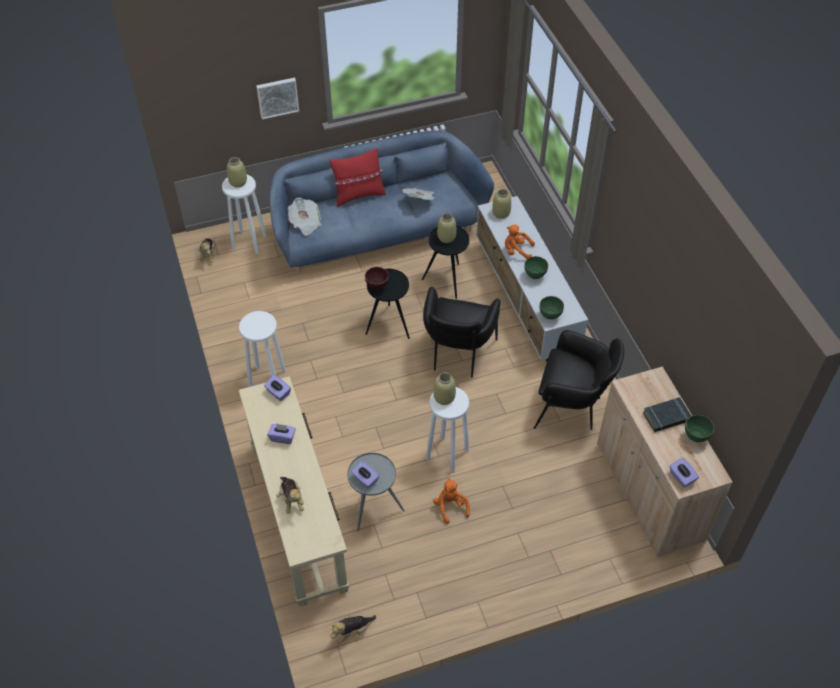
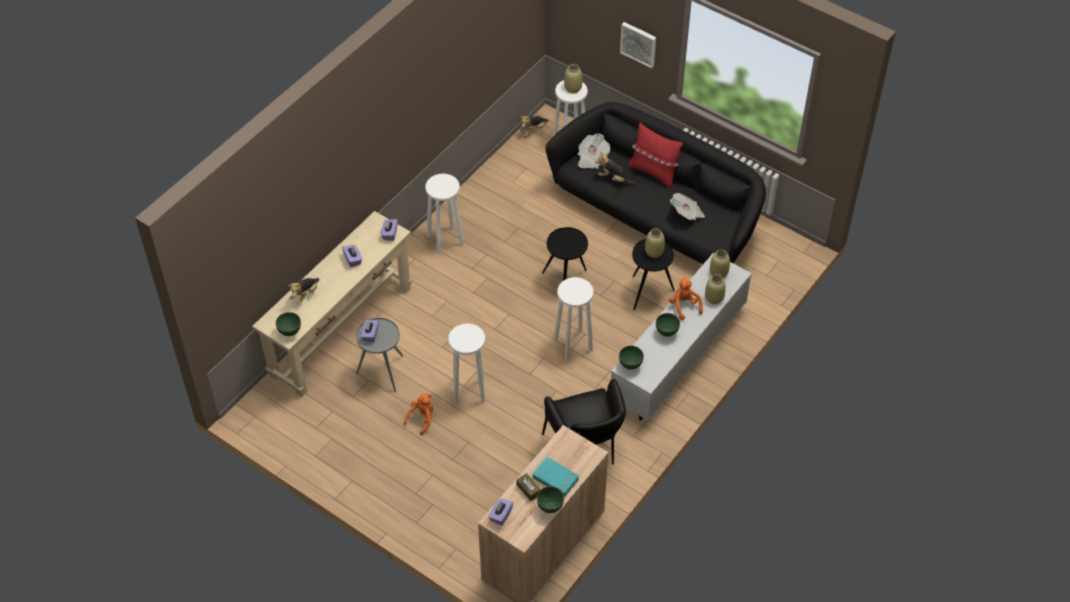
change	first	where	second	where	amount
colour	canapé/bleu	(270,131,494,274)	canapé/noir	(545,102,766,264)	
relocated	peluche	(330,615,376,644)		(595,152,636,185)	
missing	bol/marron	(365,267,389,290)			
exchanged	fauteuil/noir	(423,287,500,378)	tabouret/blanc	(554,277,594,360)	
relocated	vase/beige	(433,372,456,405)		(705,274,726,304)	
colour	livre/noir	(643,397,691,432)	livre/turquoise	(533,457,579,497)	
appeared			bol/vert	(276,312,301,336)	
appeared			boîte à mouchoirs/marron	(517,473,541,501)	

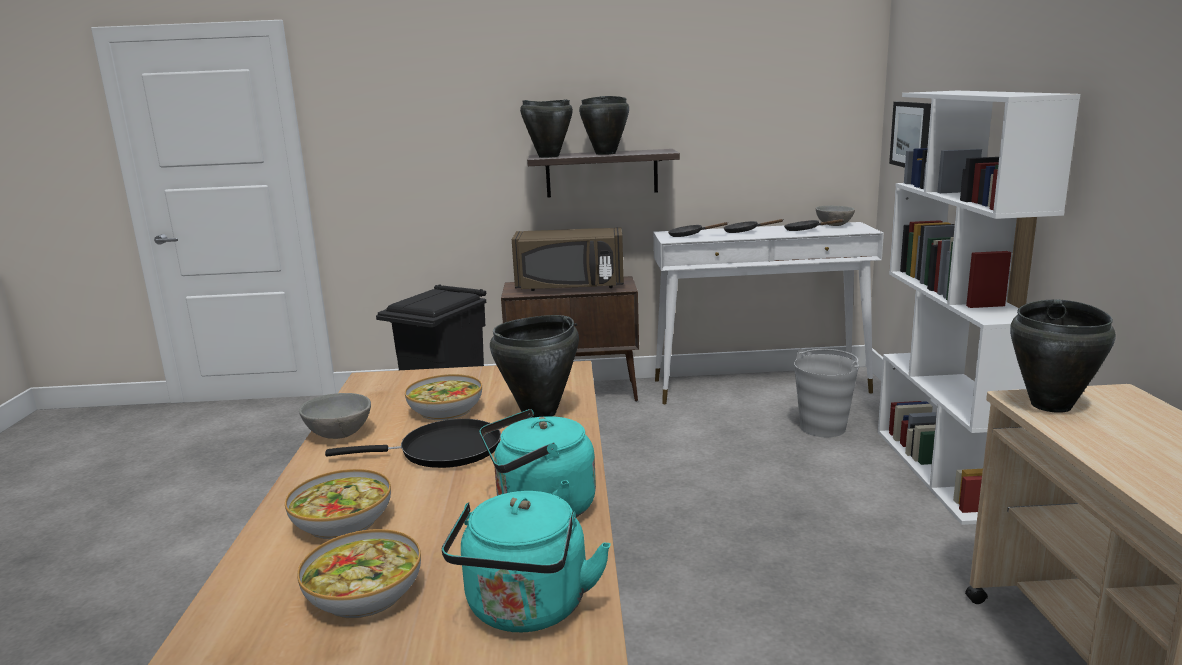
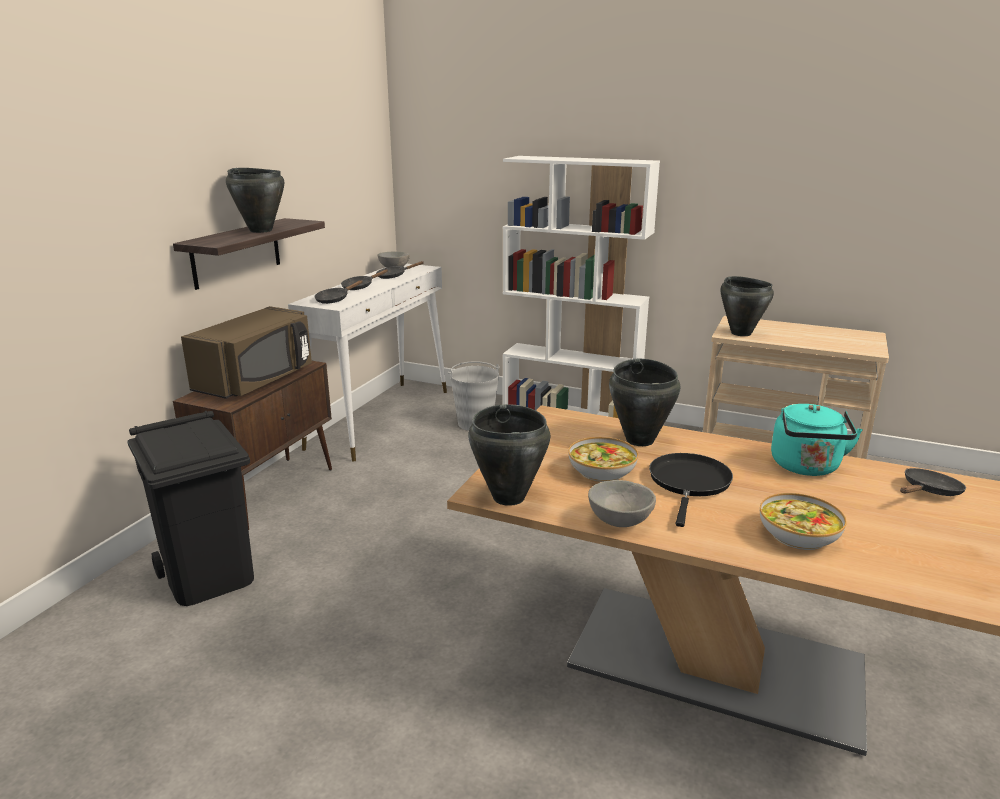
change	first	where	second	where	amount
missing	bol	(297,529,421,618)			
exchanged	bouilloire/turquoise	(442,491,611,632)	poêle/noir	(900,468,966,496)	
relocated	marmite/noir	(520,100,573,158)		(468,404,550,506)	
missing	tableau	(889,102,931,168)			

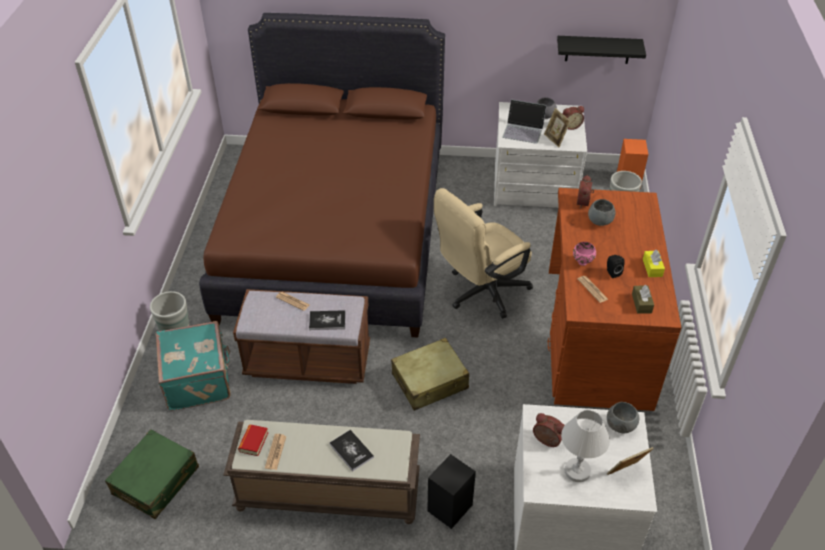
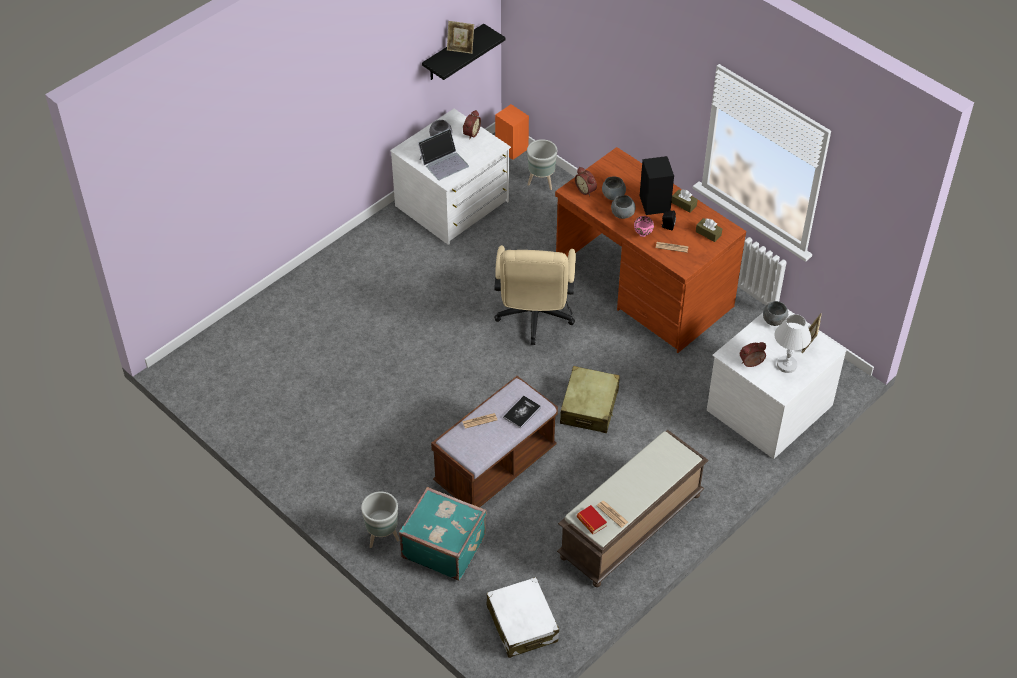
change	first	where	second	where	amount
colour	valise/vert	(105,429,199,519)	valise/blanc	(487,577,559,658)	
missing	lit/marron	(199,13,445,338)			
missing	livre	(330,430,374,471)			
relocated	enceinte/noir	(427,454,476,529)		(640,156,674,215)	
relocated	cadre photo	(544,108,571,147)		(447,21,474,54)	
colour	boîte à mouchoirs/jaune	(643,250,665,277)	boîte à mouchoirs/marron	(671,189,698,212)	
appeared			bol/gris	(611,195,636,219)	

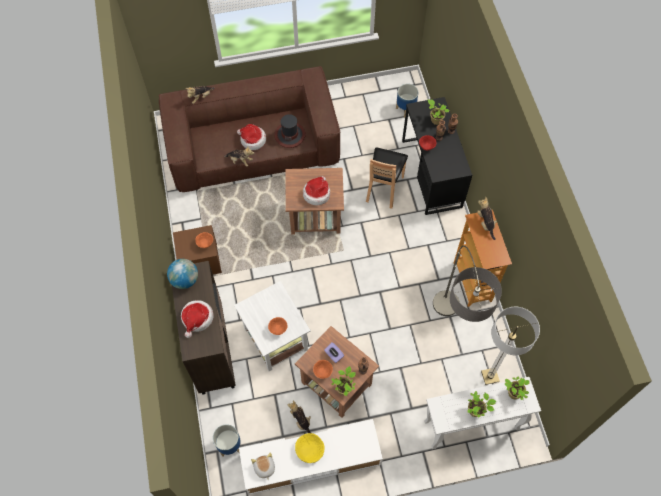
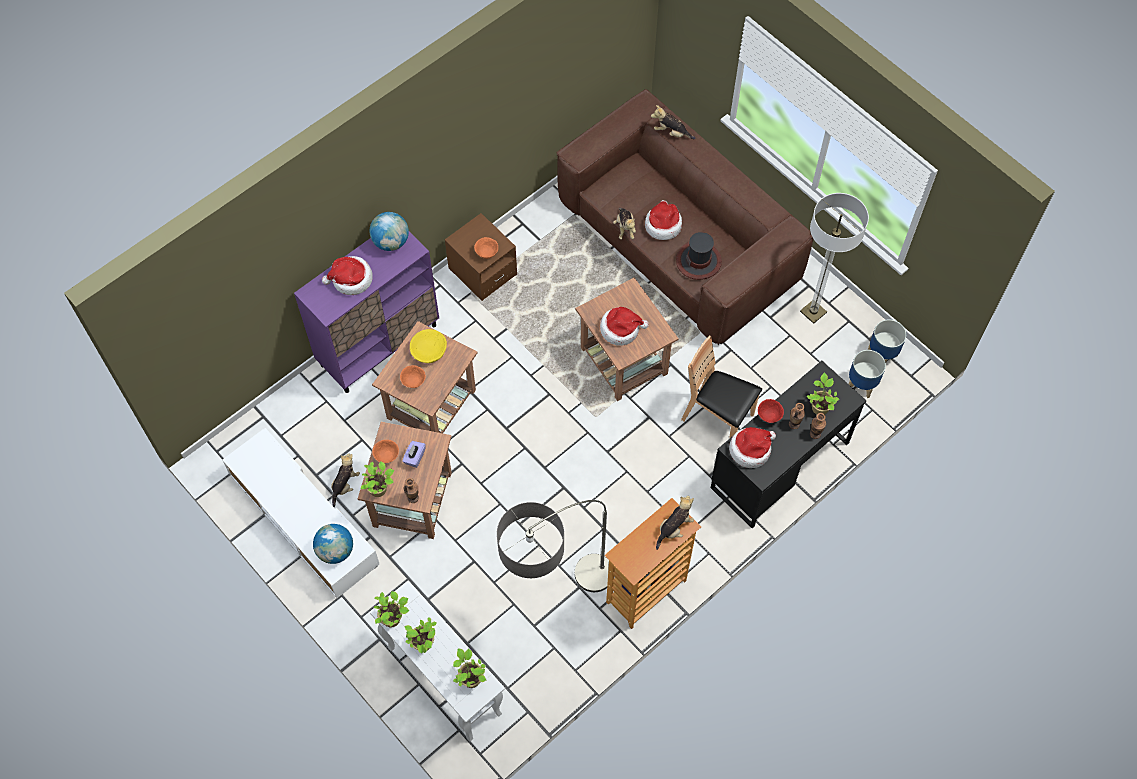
change	first	where	second	where	amount
colour	meuble de rangement/marron	(172,261,236,395)	meuble de rangement/violet	(294,232,439,393)	
relocated	cache-pot	(213,424,241,456)		(868,319,906,362)	
colour	table d'appoint/blanc	(234,281,311,371)	table d'appoint/marron	(372,321,478,433)	
missing	peluche	(251,452,275,481)			
relocated	bol/jaune	(295,433,325,463)		(410,329,447,363)	
spun	chaise/marron	(366,148,408,208)		(681,335,762,439)	45 degrees clockwise
relocated	lampadaire	(481,307,540,385)		(800,193,869,324)	
appeared			globe	(313,524,353,564)	
appeared			plante en pot	(374,591,409,627)	
appeared			chapeau	(729,427,776,468)	

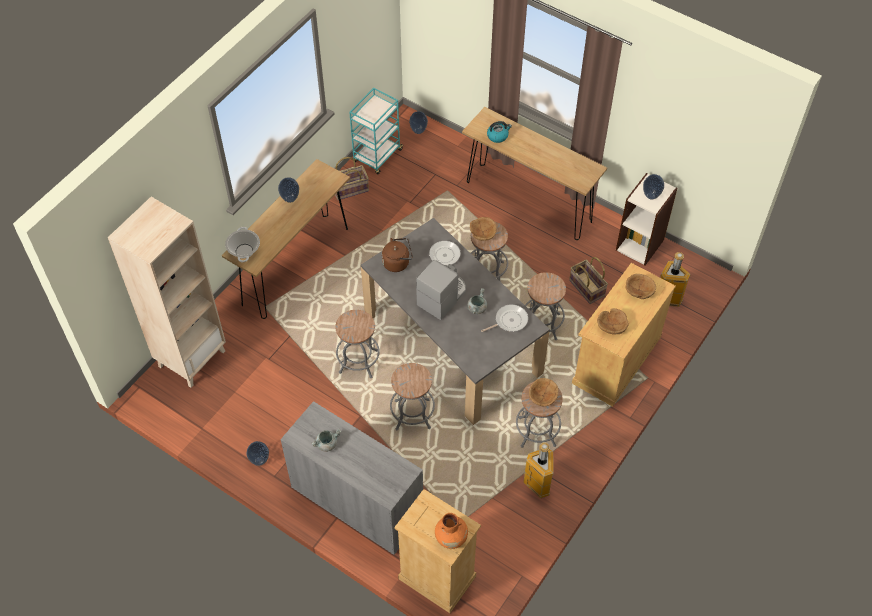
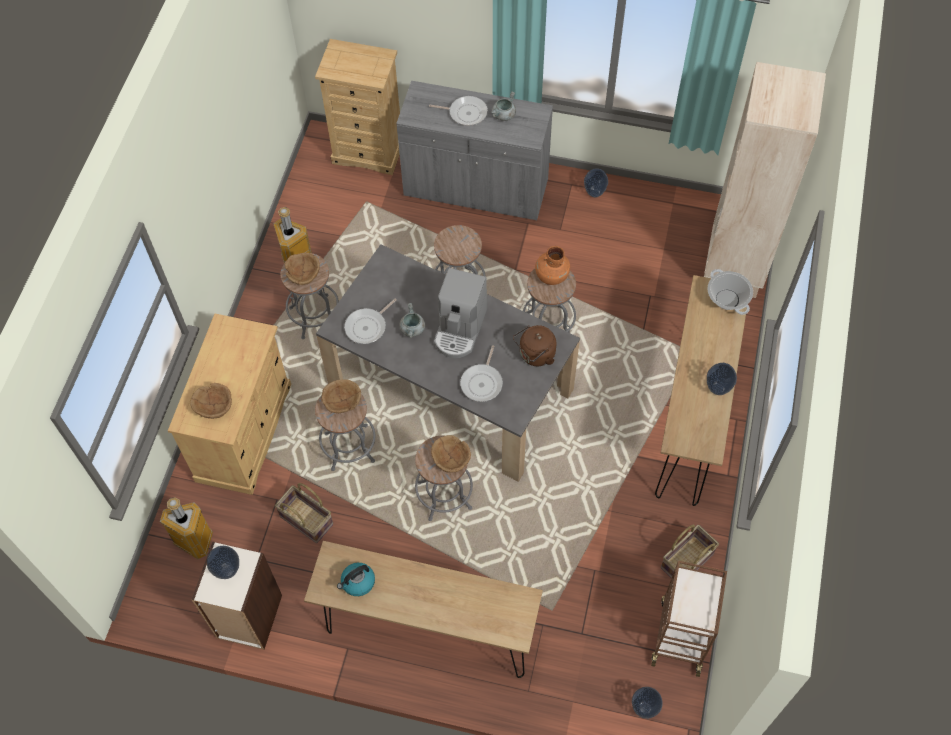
change	first	where	second	where	amount
colour	chariot/turquoise	(349,88,404,174)	chariot/marron	(651,561,727,677)	
relocated	vase/orange	(435,513,468,549)		(535,246,570,285)	
relocated	bouilloire	(487,121,512,143)		(337,563,375,596)	
relocated	bol/marron	(597,308,629,335)		(321,379,361,413)	
appeared			poêle	(429,96,488,126)	

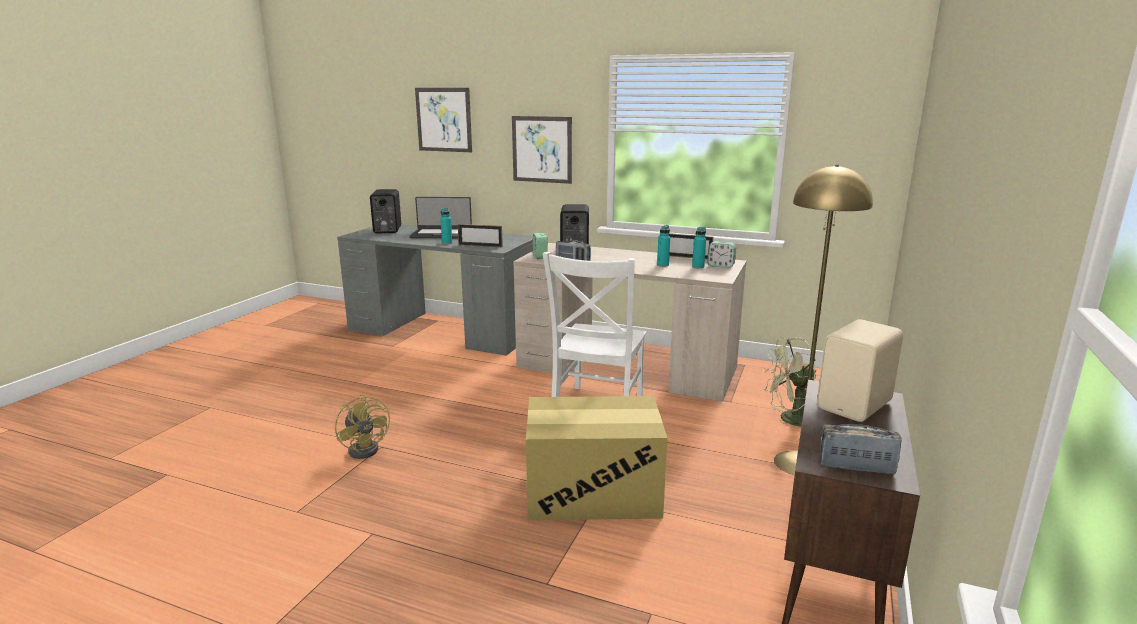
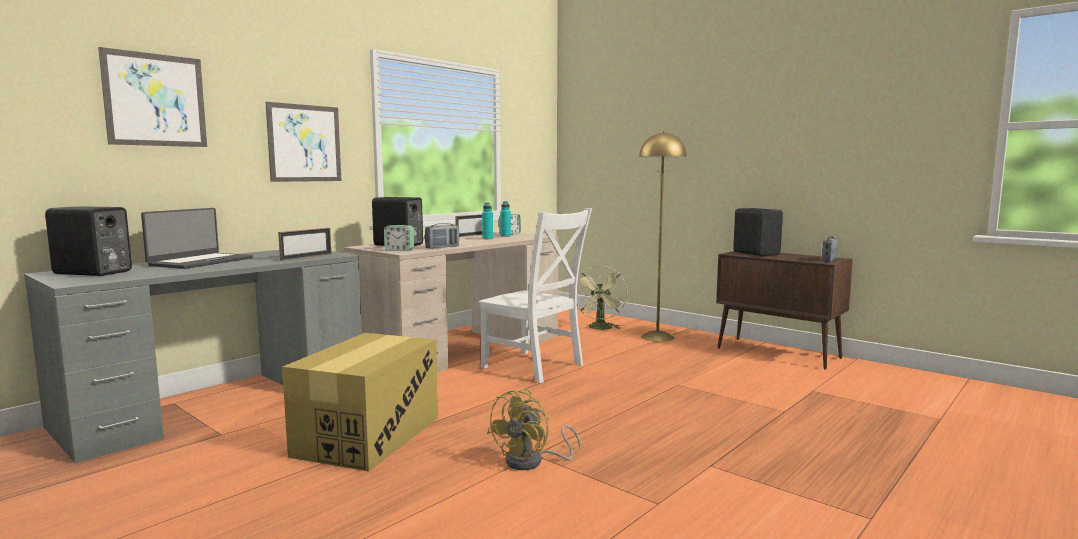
change	first	where	second	where	amount
spun	ventilateur/jaune	(335,394,390,459)		(487,388,581,470)	135 degrees clockwise
missing	bouteille/turquoise	(440,208,452,244)			
relocated	carton	(526,396,668,520)		(282,333,438,472)	
colour	enceinte/beige	(817,319,903,422)	enceinte/noir	(733,208,783,256)	

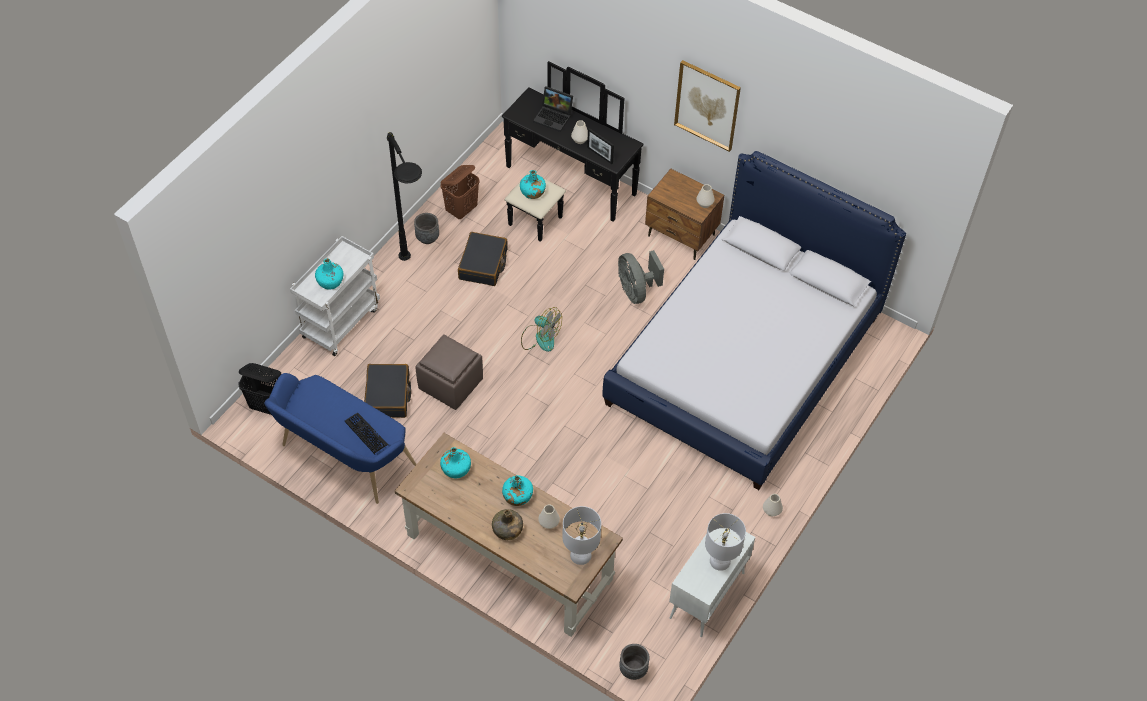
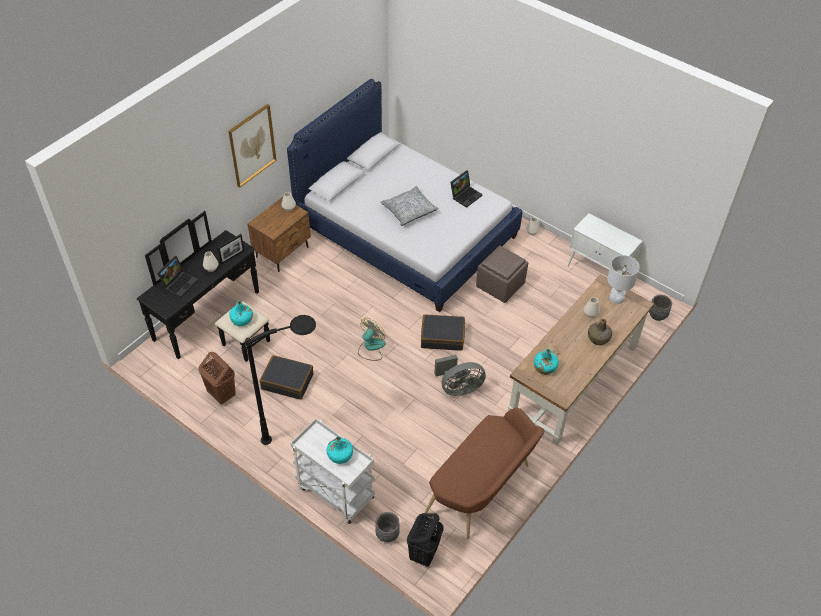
change	first	where	second	where	amount
colour	banc/bleu	(264,373,416,504)	banc/marron	(424,407,544,539)	
missing	clavier	(345,413,388,454)			
relocated	valise/noir	(364,364,411,418)		(421,314,465,351)	
relocated	cache-pot/gris	(414,213,439,244)		(375,512,400,542)	
relocated	pouf/marron	(415,334,483,410)		(476,246,528,303)	
missing	bouteille/turquoise	(502,475,533,506)			
relocated	ventilateur/gris	(618,250,664,304)		(434,355,486,396)	
missing	lampe de table/blanc	(705,513,746,571)			
appeared			coussin	(380,186,439,226)	
appeared			ordinateur portable	(450,170,483,208)	

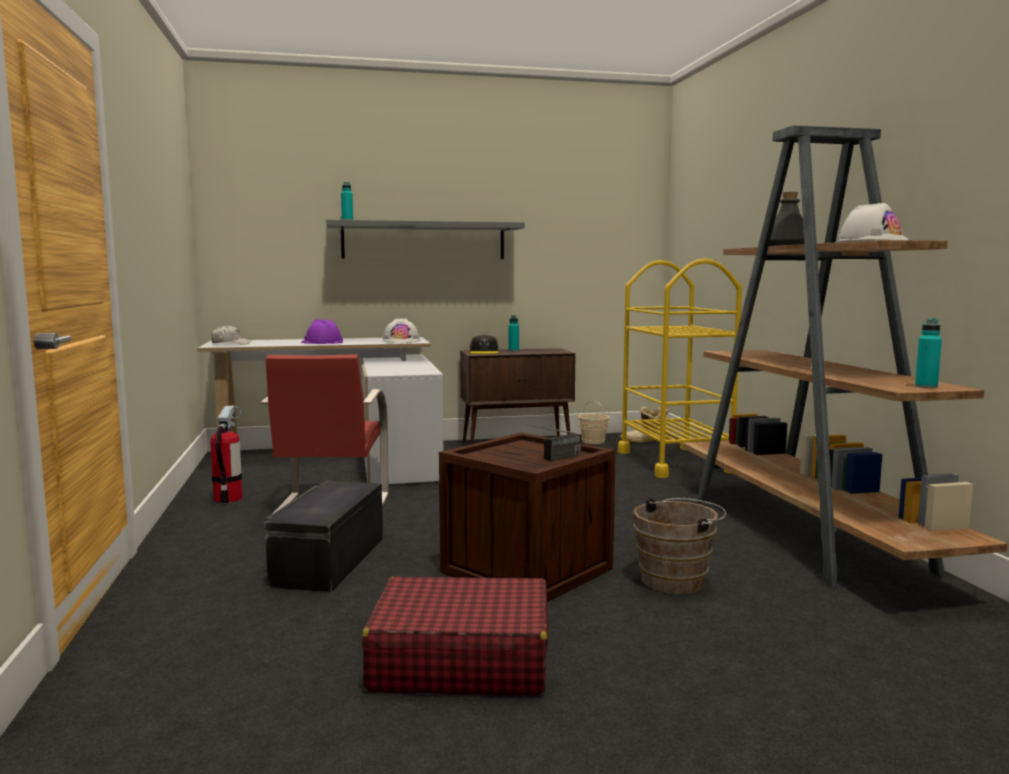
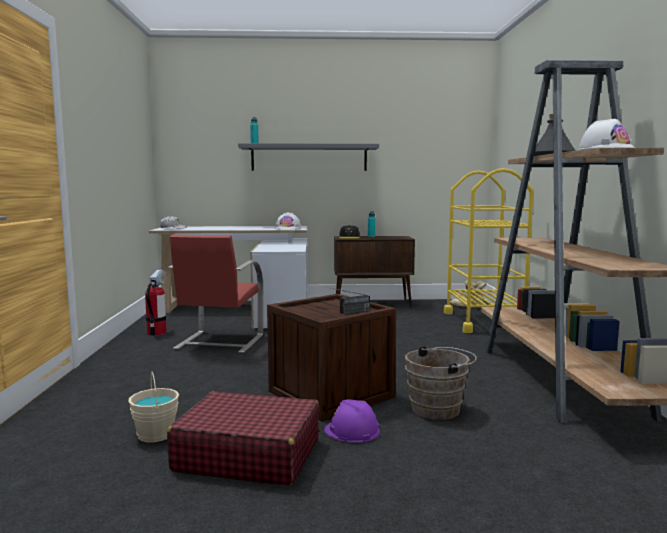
change	first	where	second	where	amount
missing	boîte de rangement/noir	(265,481,383,592)			
relocated	casque de chantier/violet	(301,319,343,344)		(324,399,380,443)	
relocated	seau/beige	(578,400,609,444)		(128,372,179,442)	
missing	bouteille/turquoise	(915,318,942,388)			

